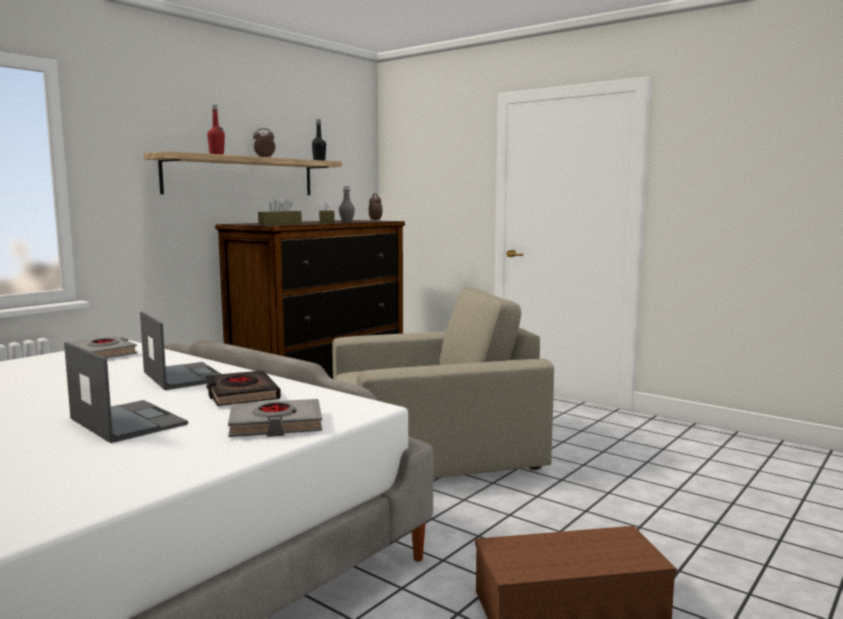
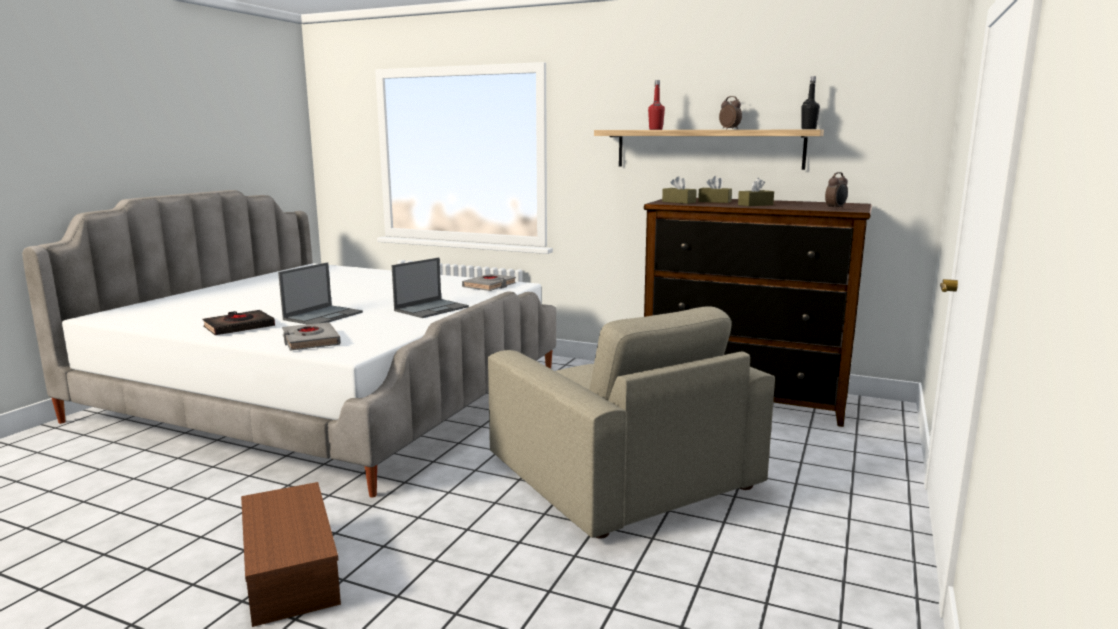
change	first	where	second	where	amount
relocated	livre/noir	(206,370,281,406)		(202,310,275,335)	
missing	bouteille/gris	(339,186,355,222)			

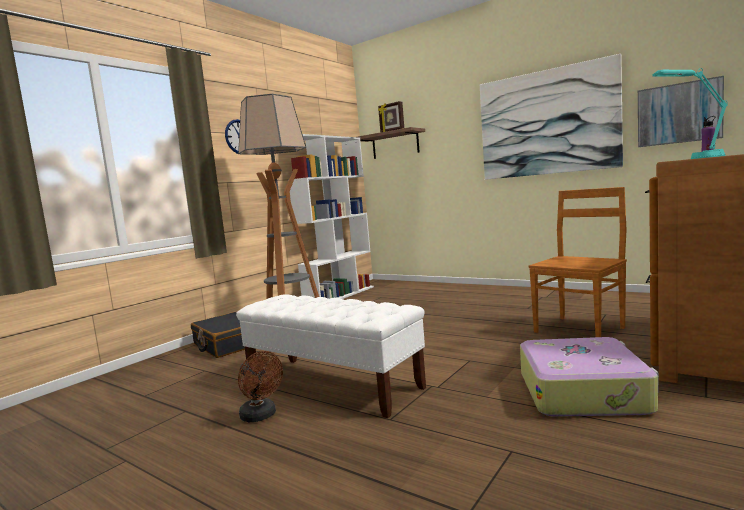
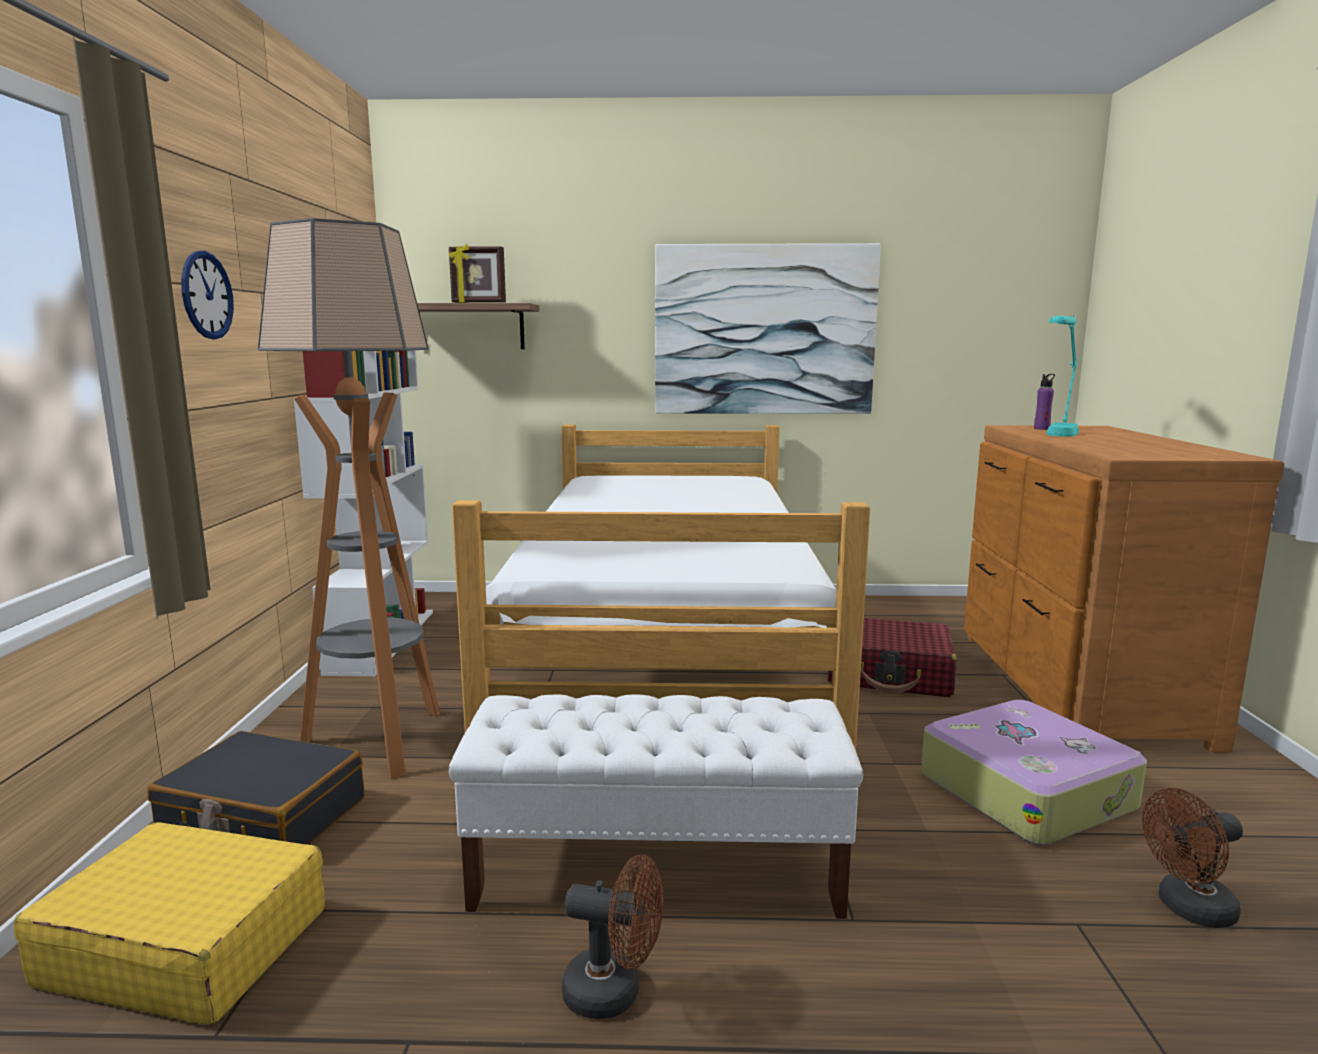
change	first	where	second	where	amount
exchanged	chaise/marron	(528,187,627,337)	valise/rouge	(828,618,957,697)	
missing	tableau	(638,76,724,147)			
appeared			valise/jaune	(14,822,325,1025)	
appeared			lit	(452,424,870,750)	
appeared			ventilateur/marron	(1142,788,1243,928)	

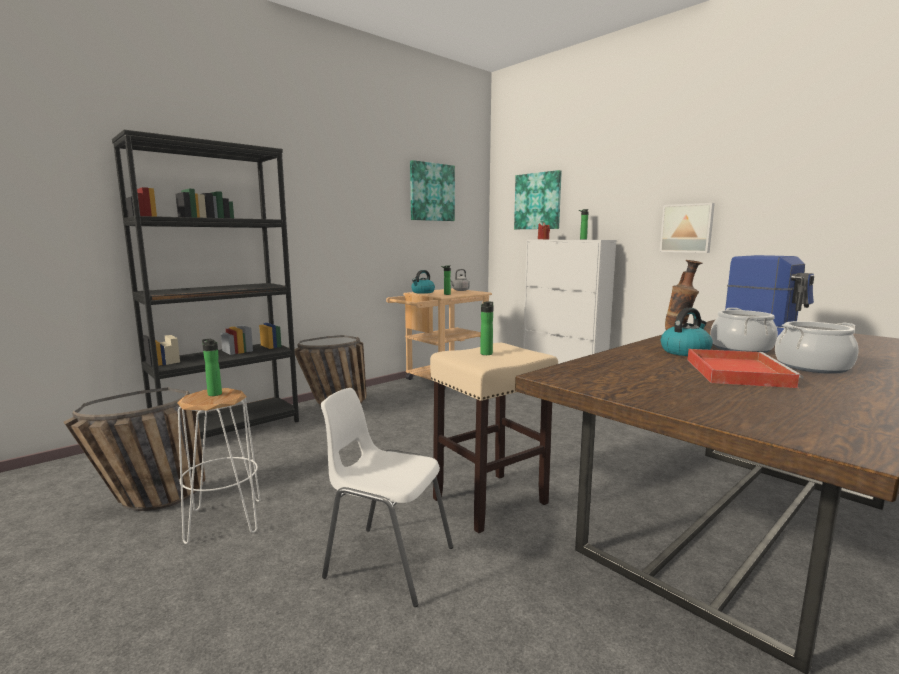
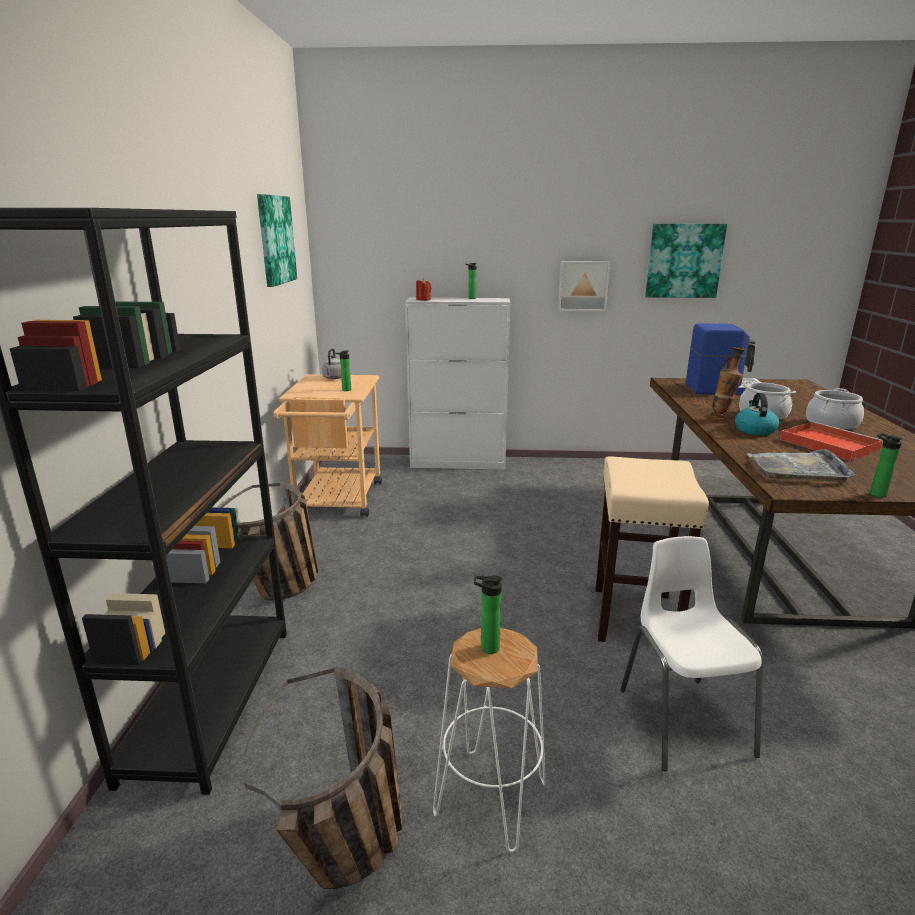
change	first	where	second	where	amount
spun	chaise/blanc	(321,388,453,607)		(620,536,763,771)	105 degrees clockwise
missing	bouilloire	(411,270,435,294)			
relocated	bouteille	(480,302,493,355)		(870,433,903,498)	
relocated	tableau	(514,170,562,229)		(645,224,727,298)	
appeared			plateau/gris	(747,449,855,482)	

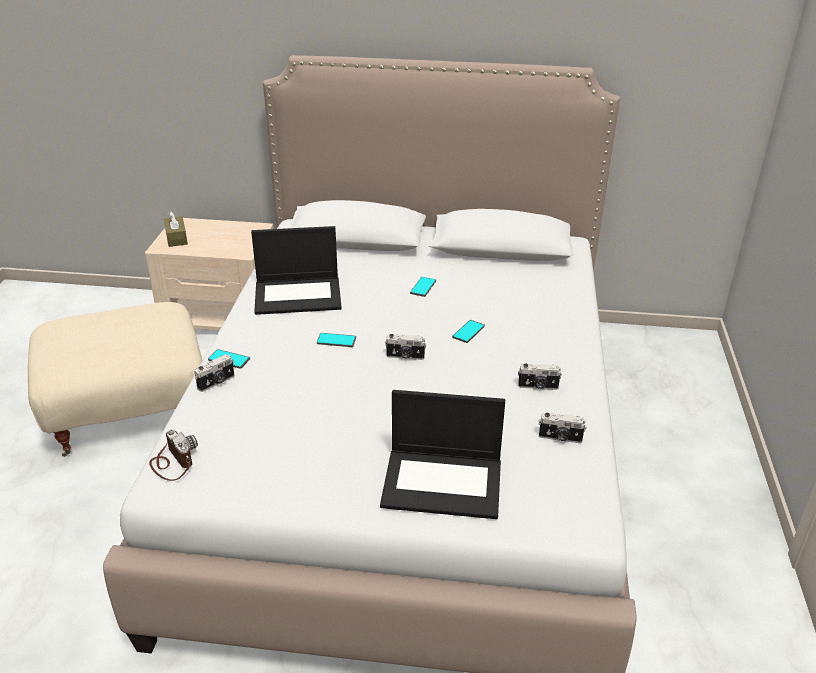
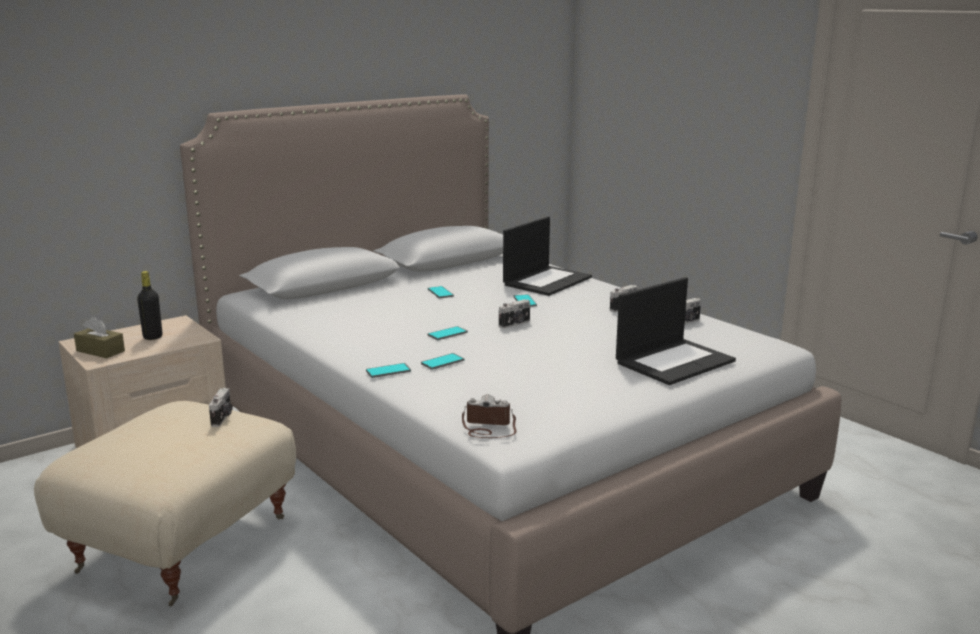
change	first	where	second	where	amount
relocated	appareil photo	(194,354,234,392)		(209,388,232,427)	
relocated	ordinateur portable	(251,226,342,315)		(503,216,592,296)	
appeared			bouteille/noir	(137,271,163,340)	
appeared			téléphone	(421,353,464,370)	

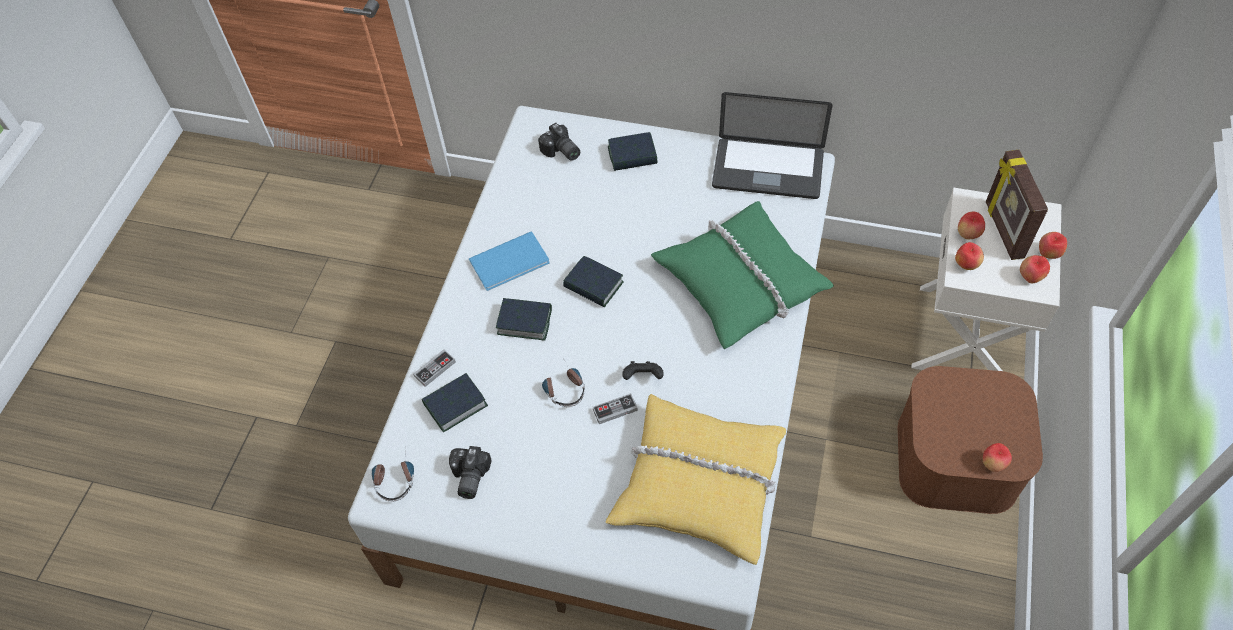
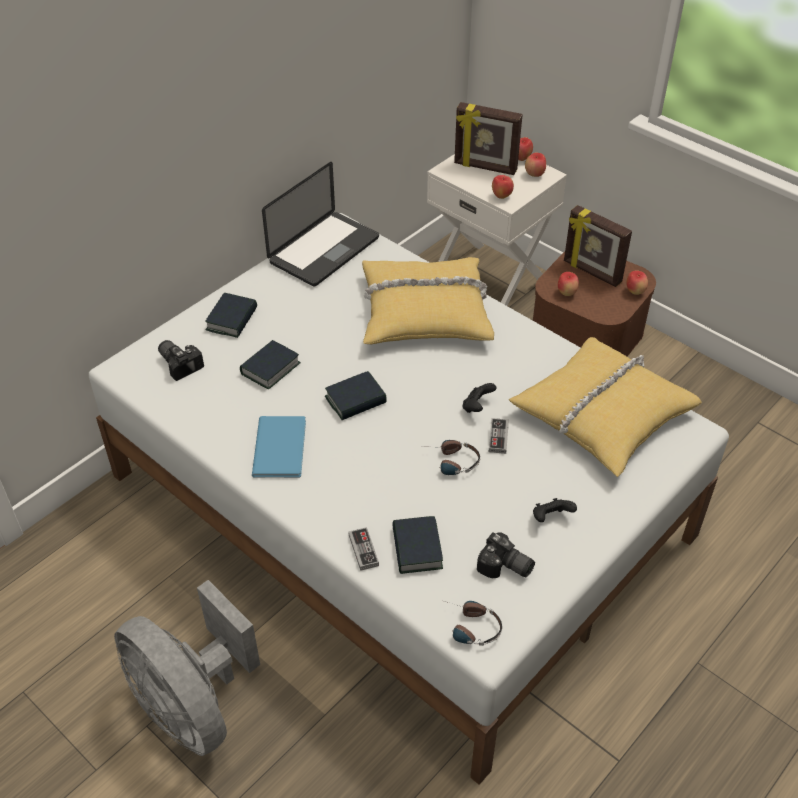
change	first	where	second	where	amount
relocated	livre	(496,298,552,341)		(240,340,301,389)	
spun	appareil photo	(538,123,580,161)		(158,340,204,381)	120 degrees counterclockwise
colour	coussin/vert	(651,201,834,349)	coussin/jaune	(362,257,494,344)	
relocated	pomme	(958,212,985,239)		(558,272,579,296)	
appeared			ventilateur/gris	(114,580,260,756)	
appeared			manette/noir	(533,498,577,522)	
appeared			cadre photo	(564,205,632,287)	

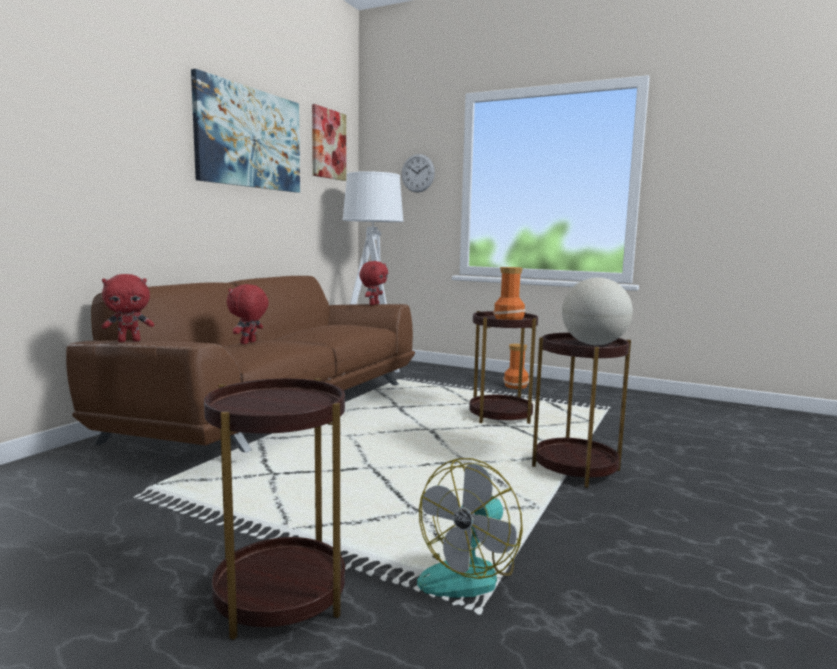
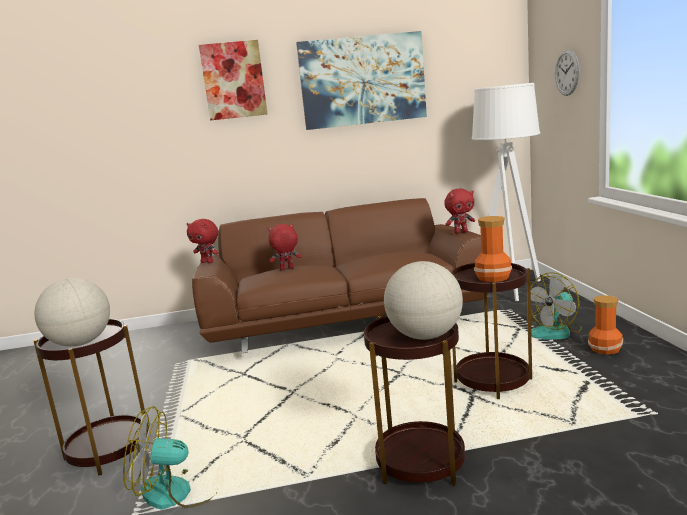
change	first	where	second	where	amount
relocated	tableau	(312,104,346,181)		(199,40,268,120)	
appeared			globe	(34,278,110,347)	
appeared			ventilateur	(531,272,582,340)	

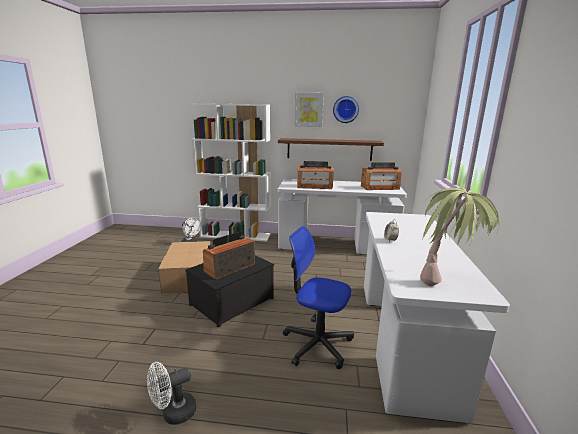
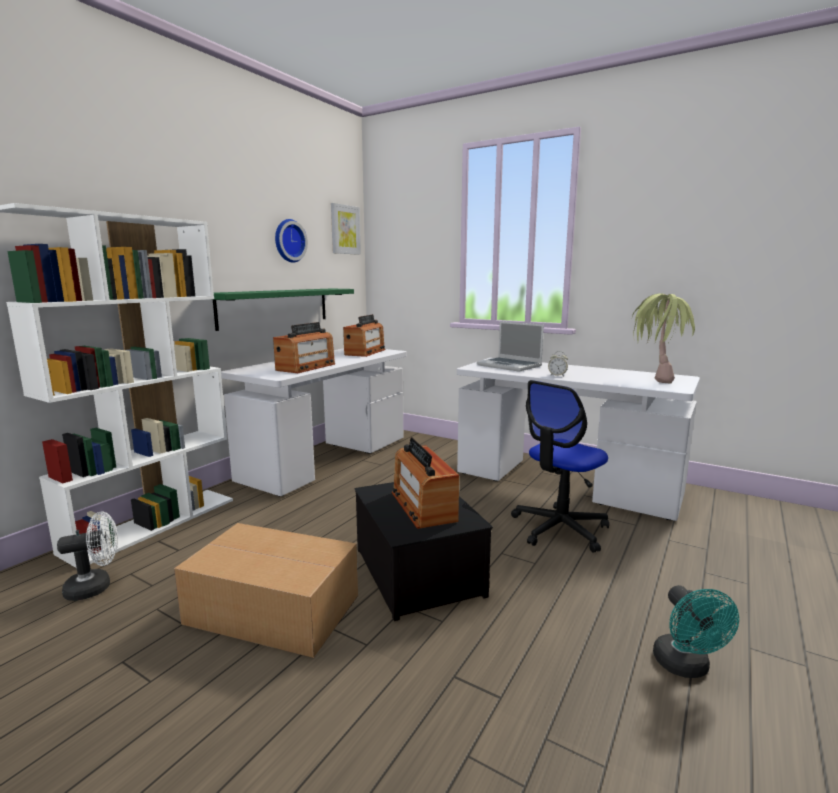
change	first	where	second	where	amount
colour	ventilateur/blanc	(147,362,196,425)	ventilateur/turquoise	(653,585,739,678)	
colour	étagère/marron	(278,138,384,161)	étagère/vert	(211,289,354,331)	
relocated	tableau	(295,93,324,127)		(331,203,361,255)	
appeared			ordinateur portable	(477,321,544,372)	

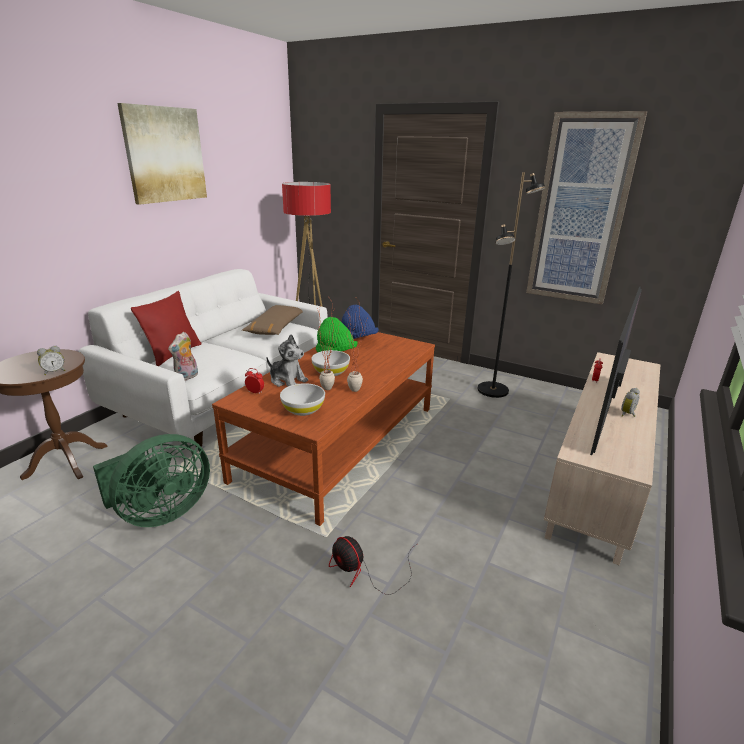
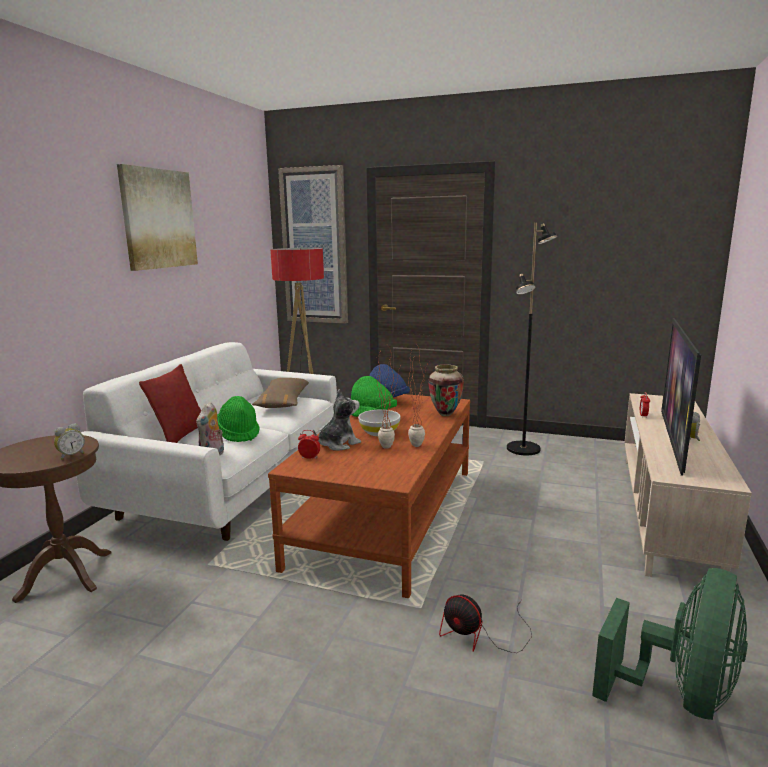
change	first	where	second	where	amount
relocated	ventilateur/vert	(93,434,210,527)		(592,568,748,720)	
spun	peluche	(267,334,308,387)		(313,389,361,451)	60 degrees counterclockwise
missing	bol/blanc	(280,383,325,416)			
relocated	tableau	(526,111,647,305)		(278,165,348,324)	
appeared			chapeau/vert	(217,396,260,442)	
appeared			vase	(428,365,464,416)	

